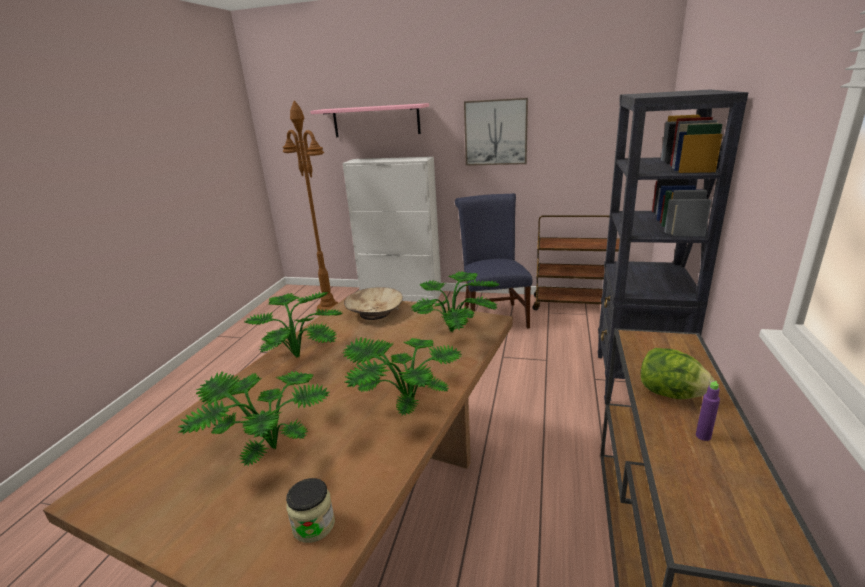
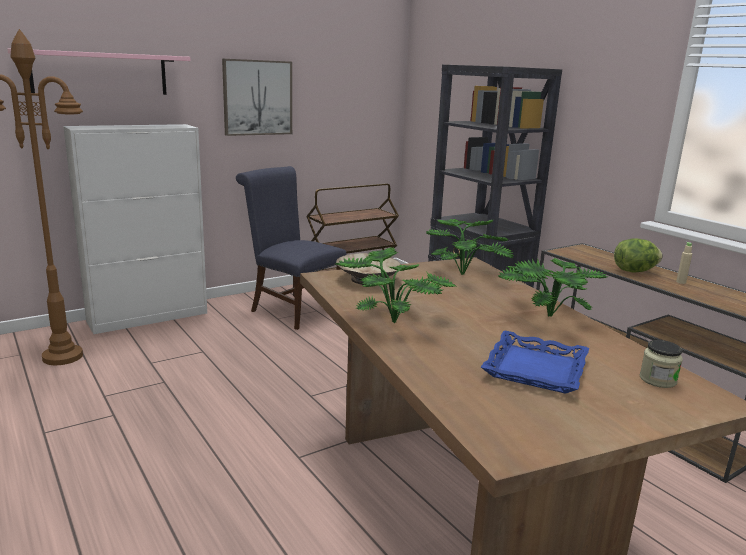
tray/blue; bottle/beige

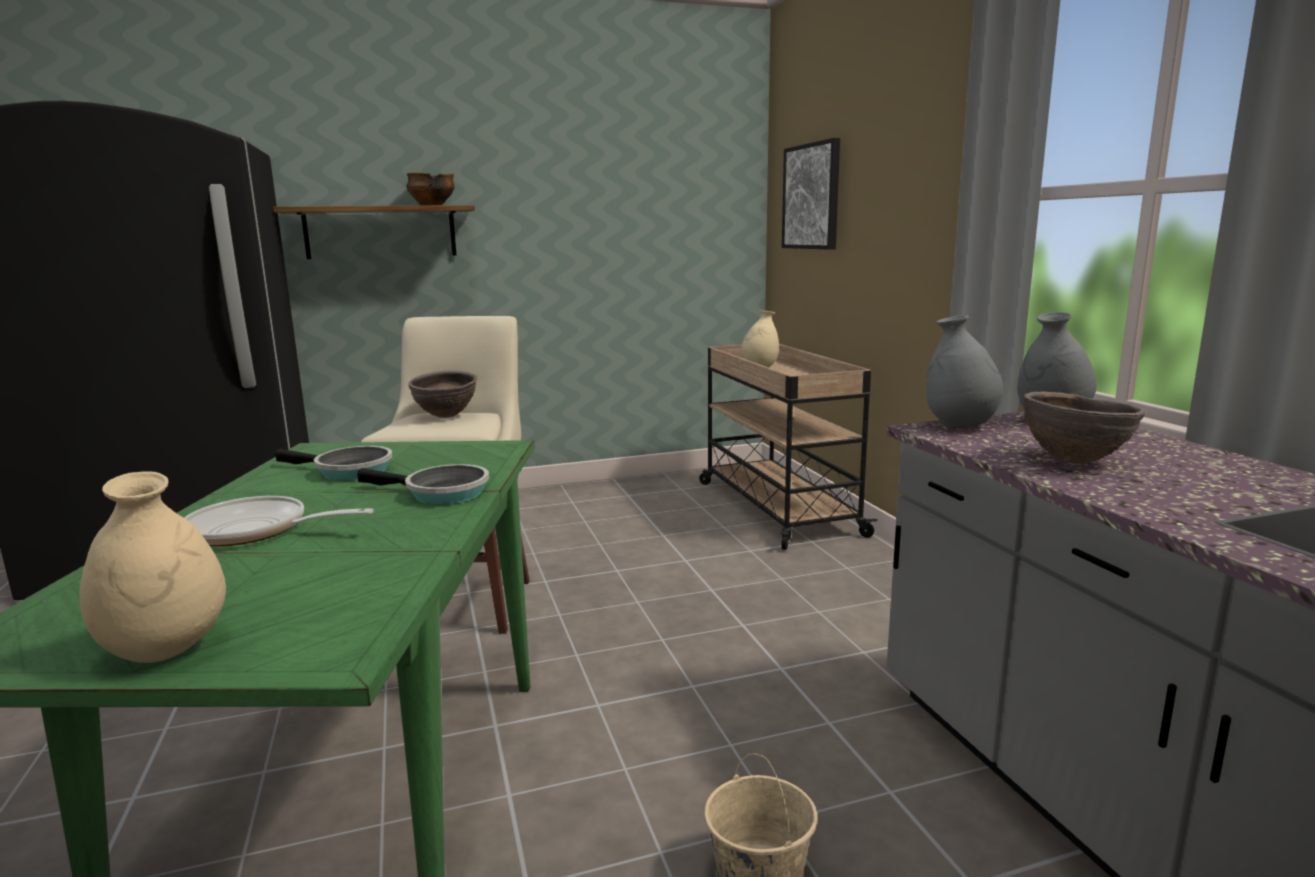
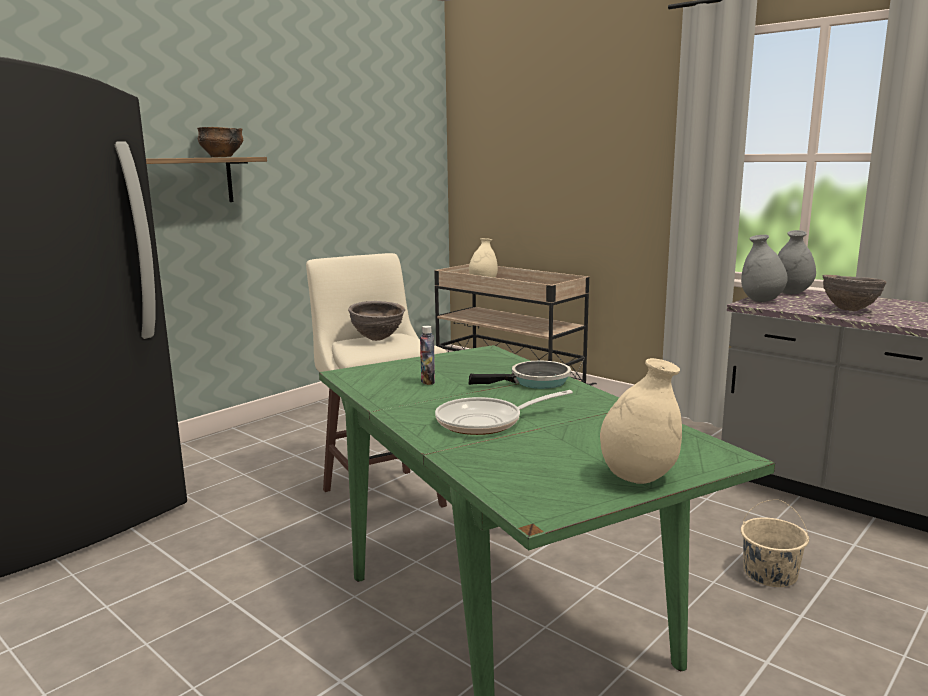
bottle; picture

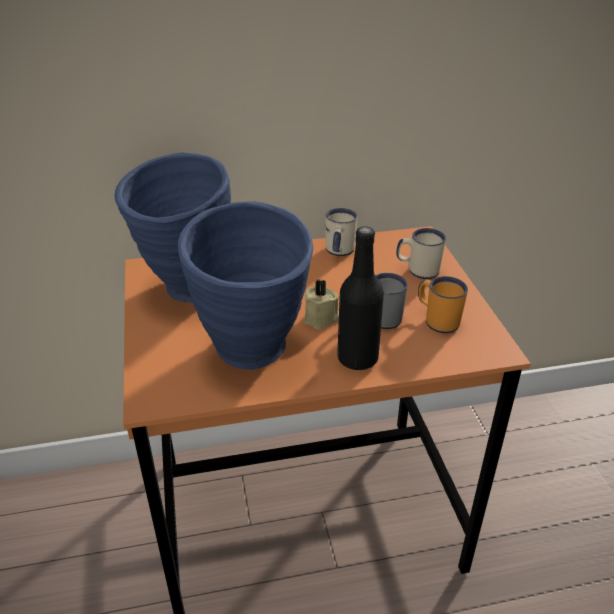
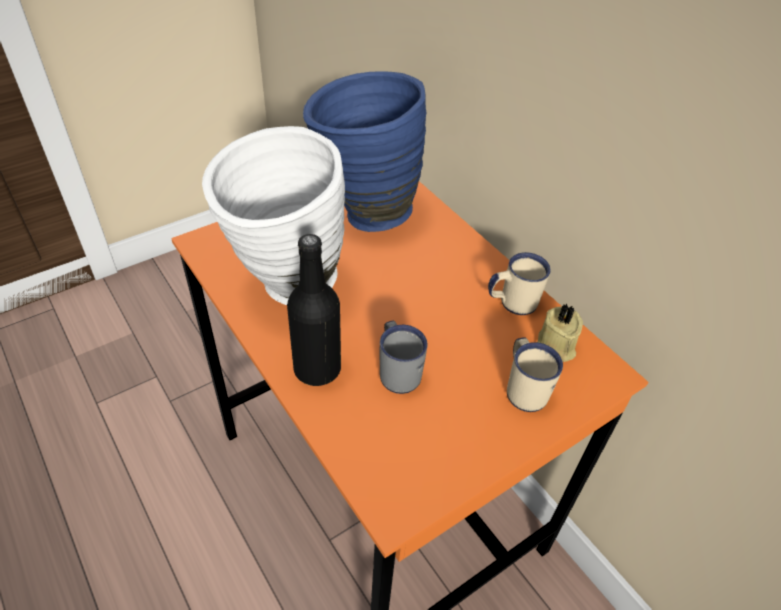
vase/white; candle/beige; mug/orange

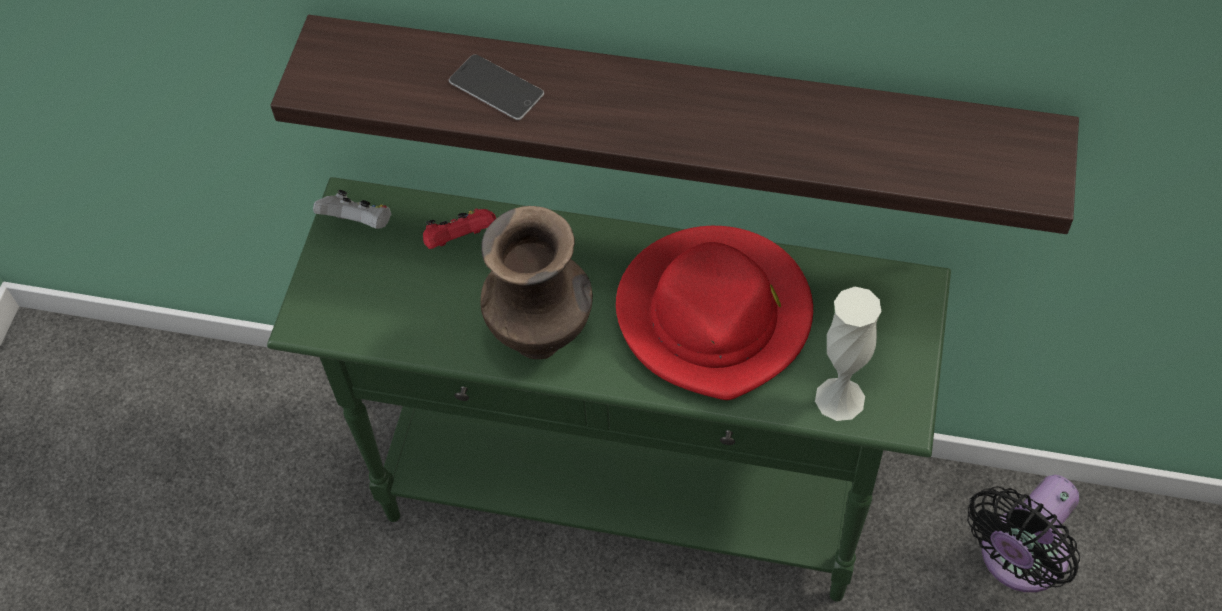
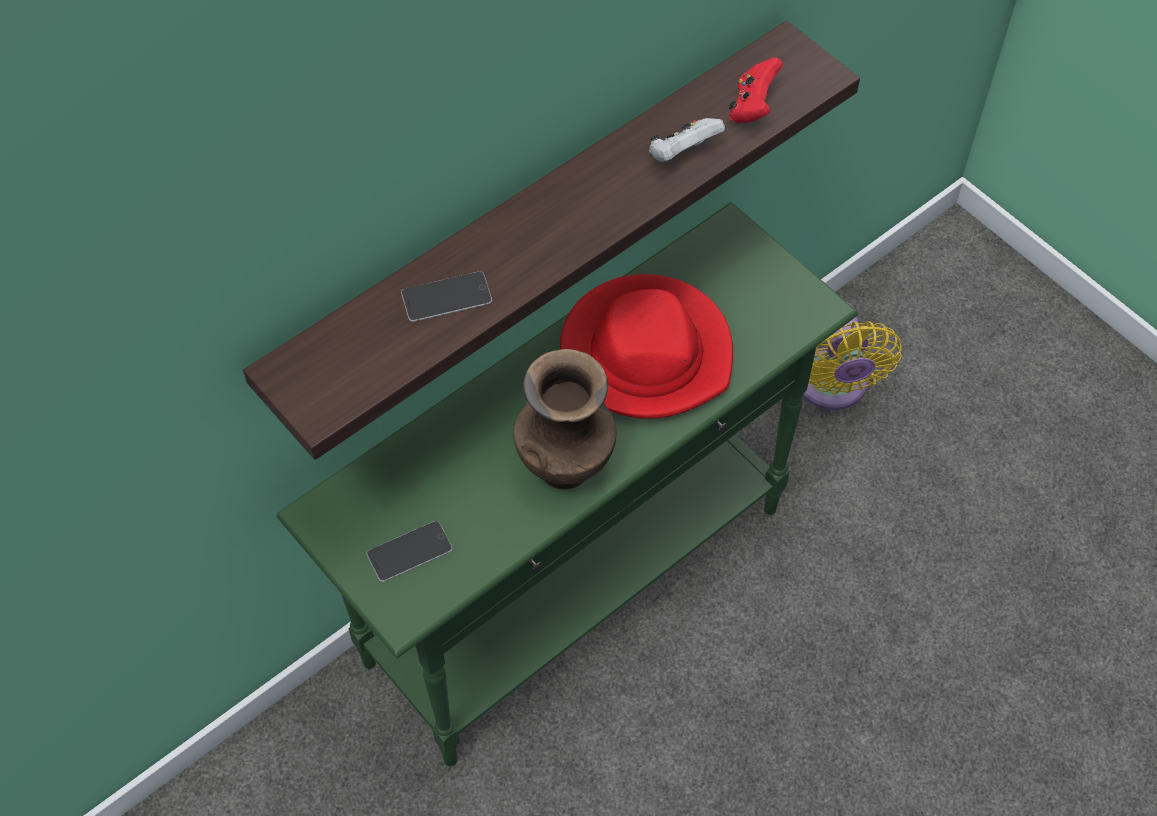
phone (1st from left); game controller/white; game controller/red; fan/yellow; vase/white

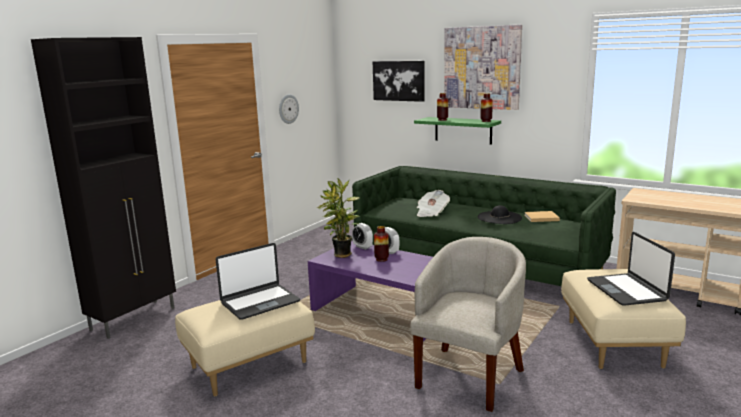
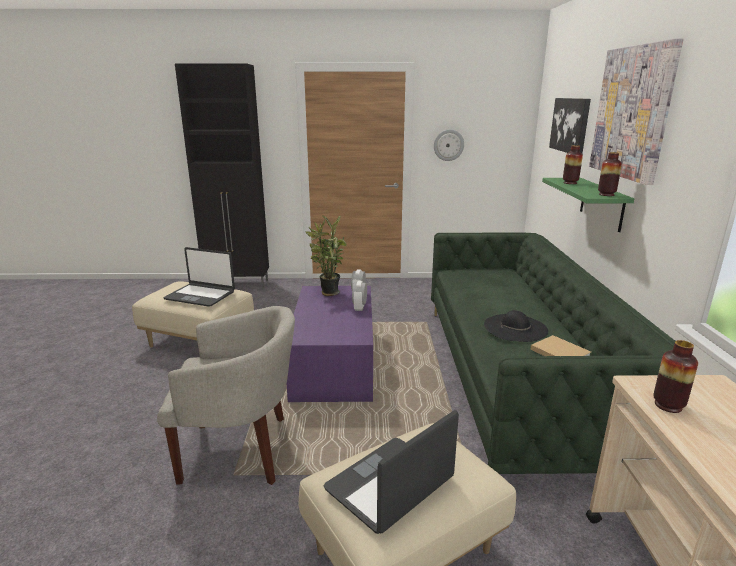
vase (3rd from left); newspaper

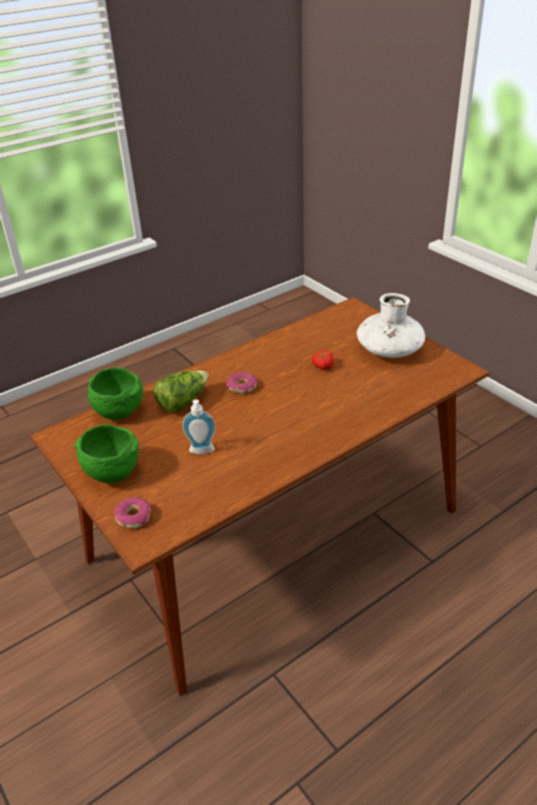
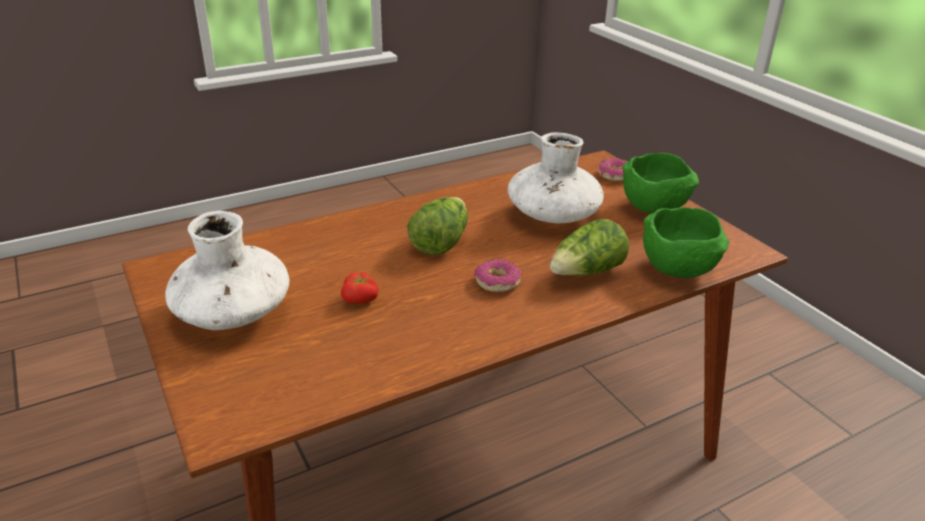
lettuce (1st from left); vase/white (2nd from left)

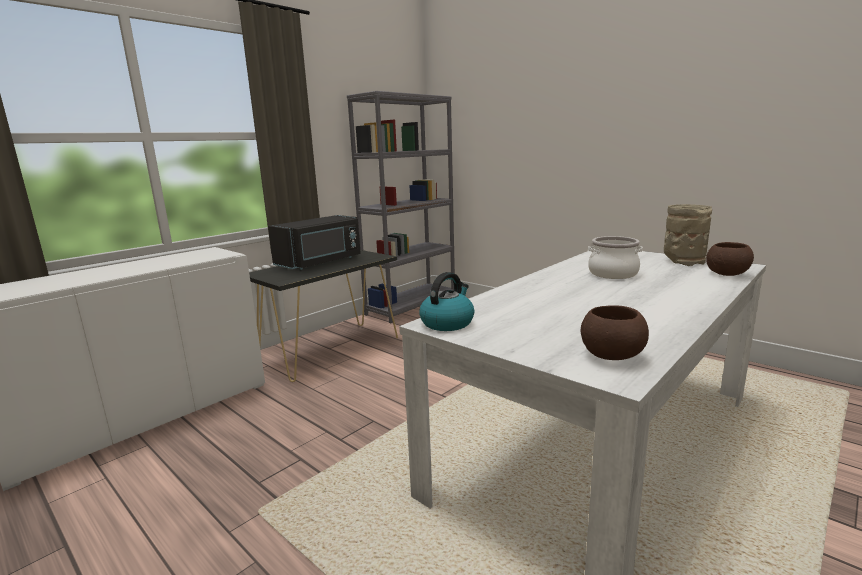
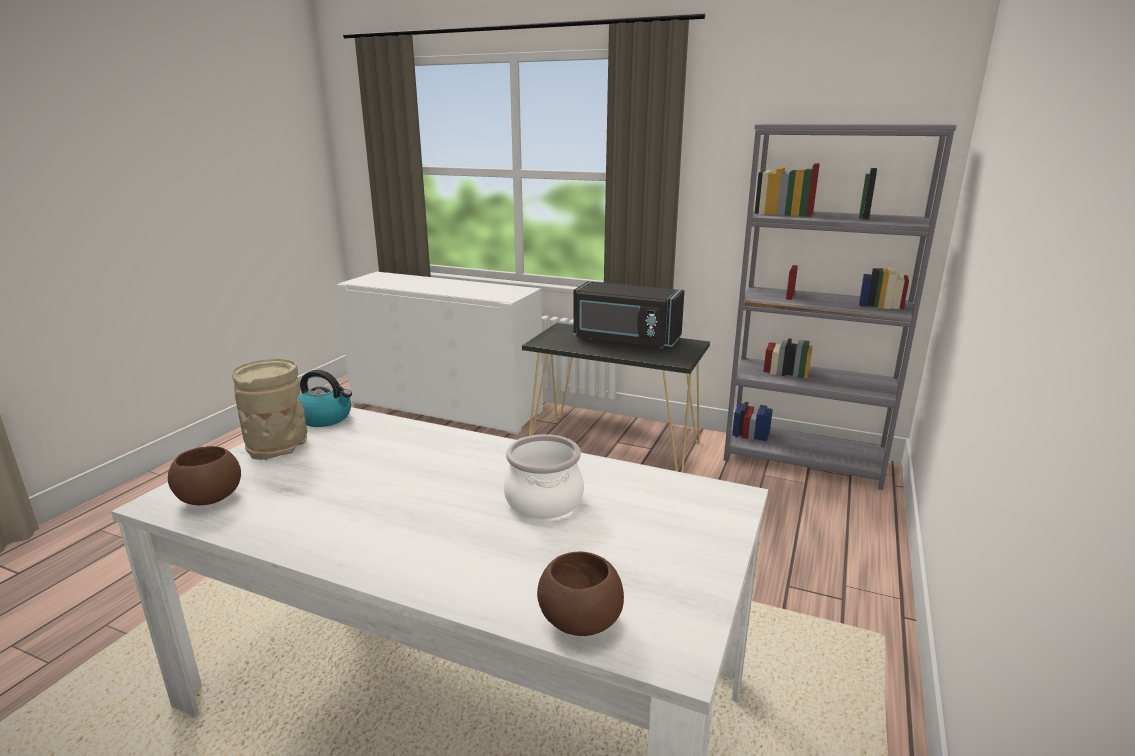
vase/beige

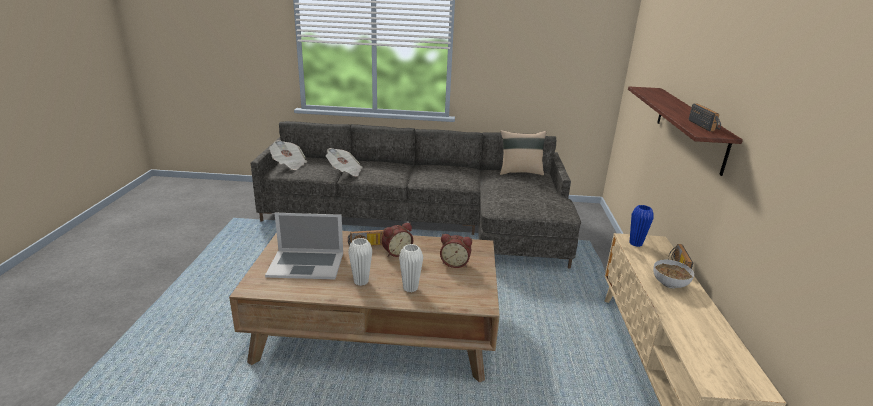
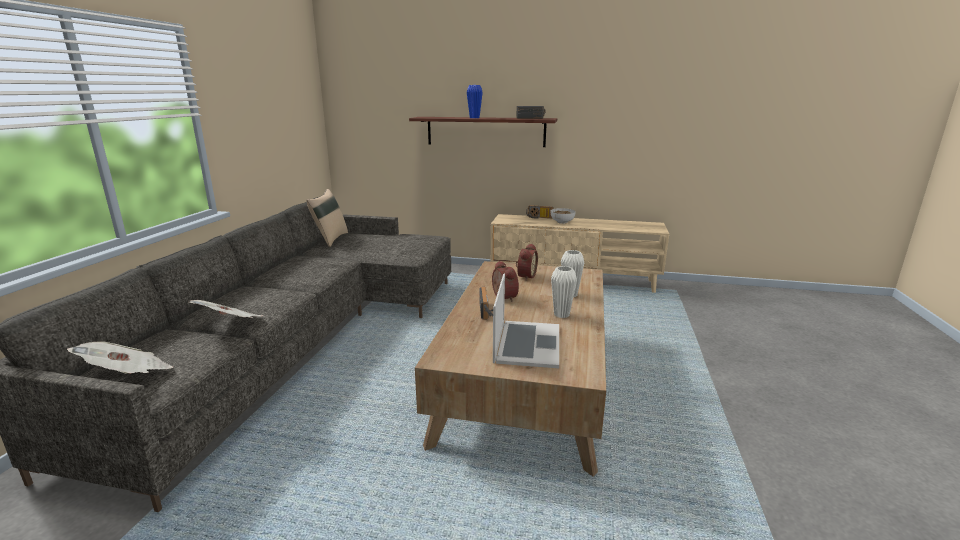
vase/blue

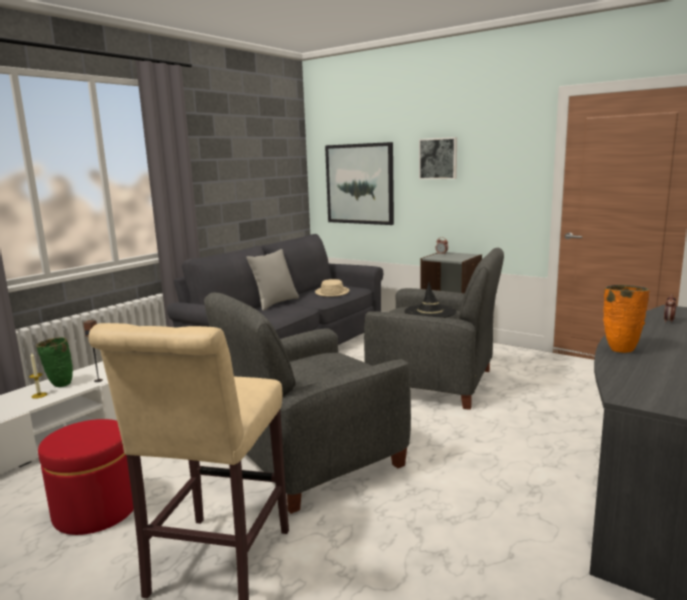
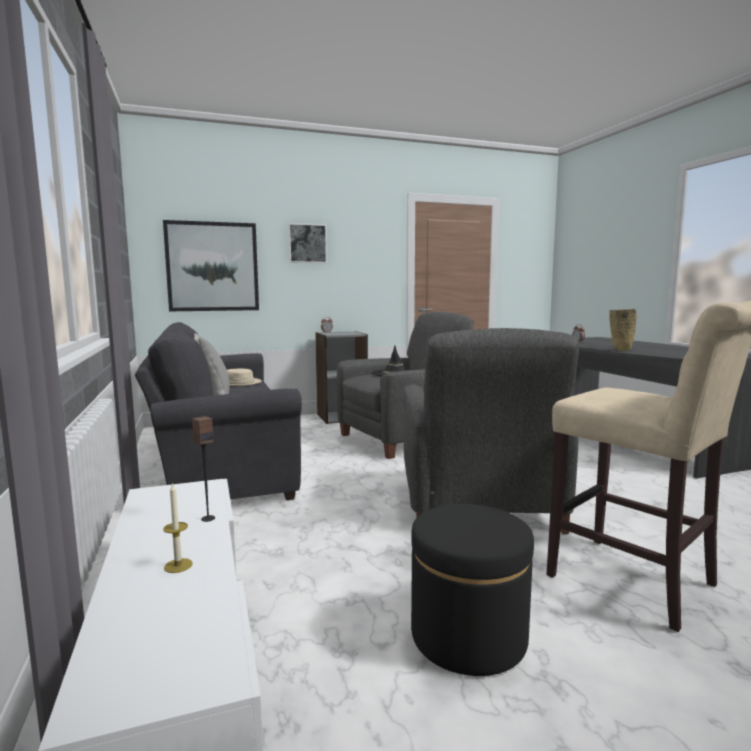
ottoman/black; vase/beige; vase/green

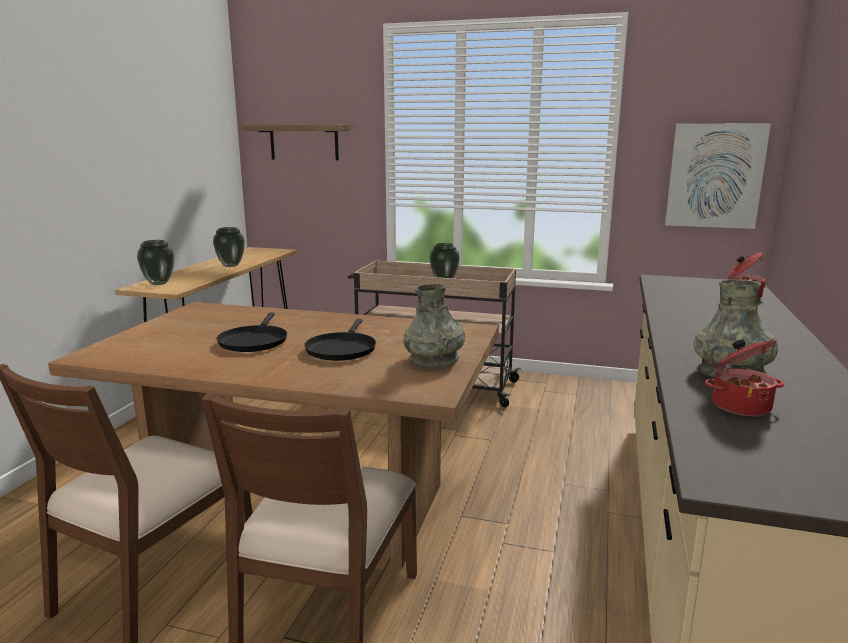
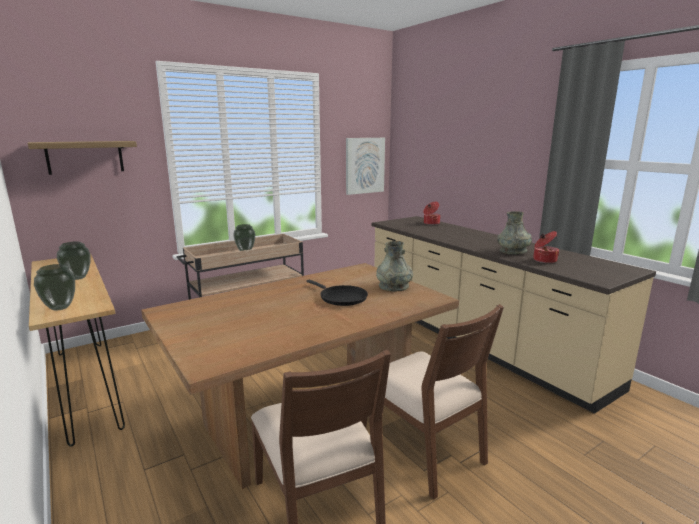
frying pan/black (1st from left in the first image)

